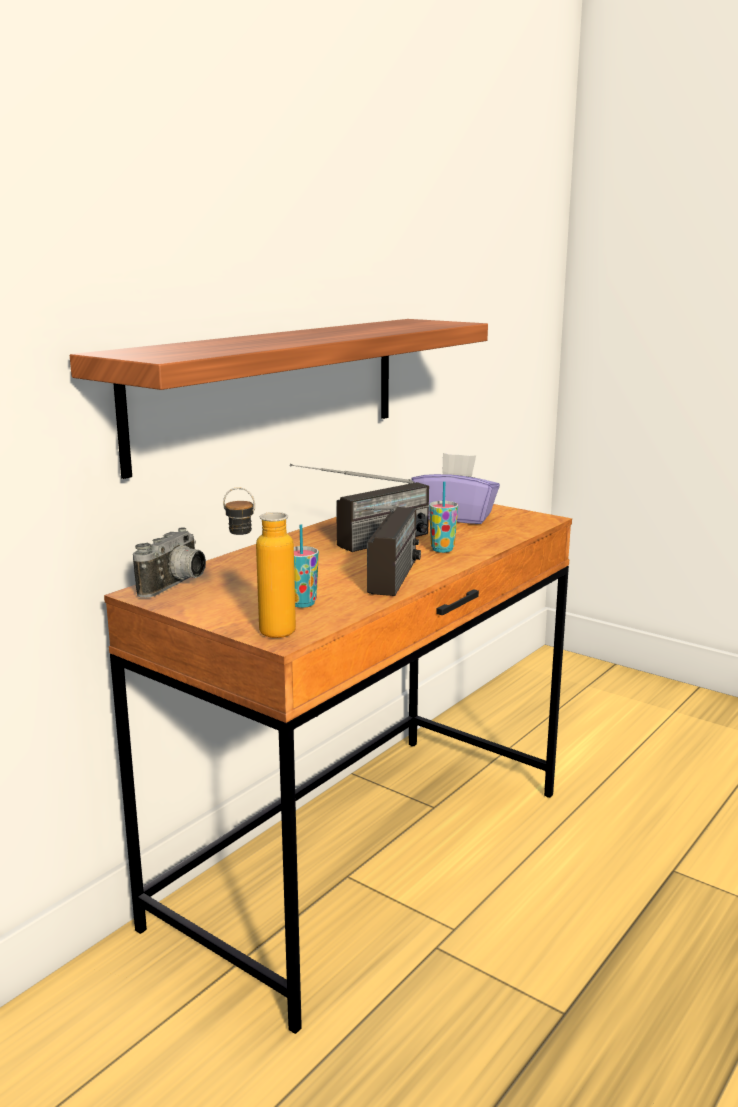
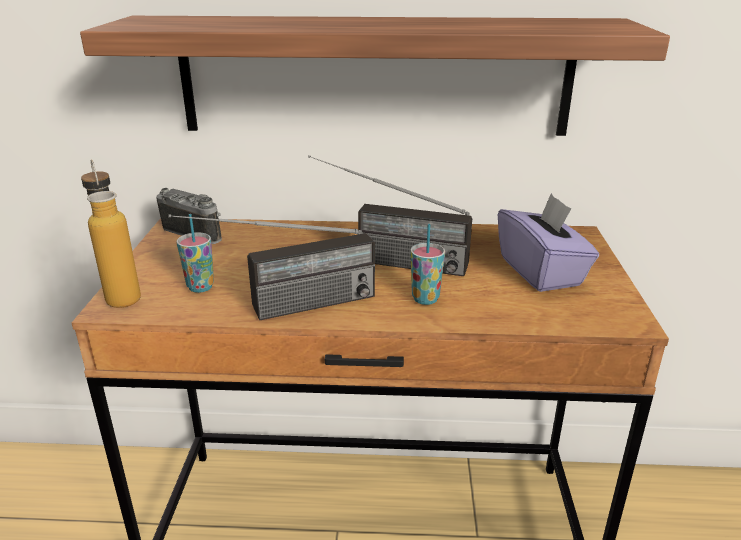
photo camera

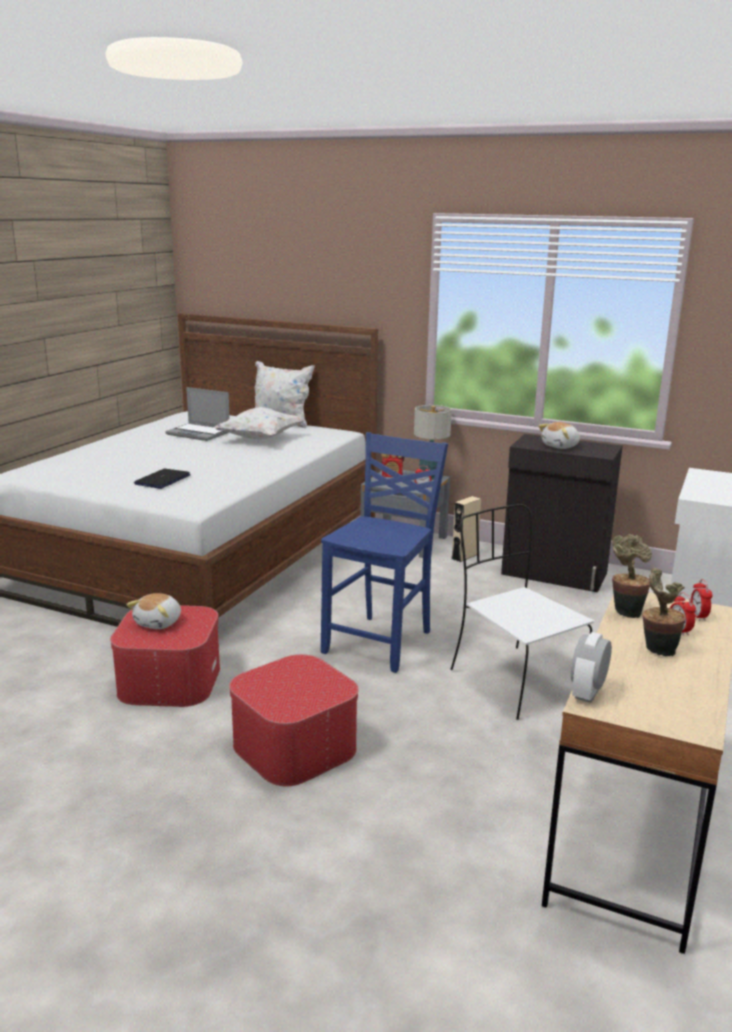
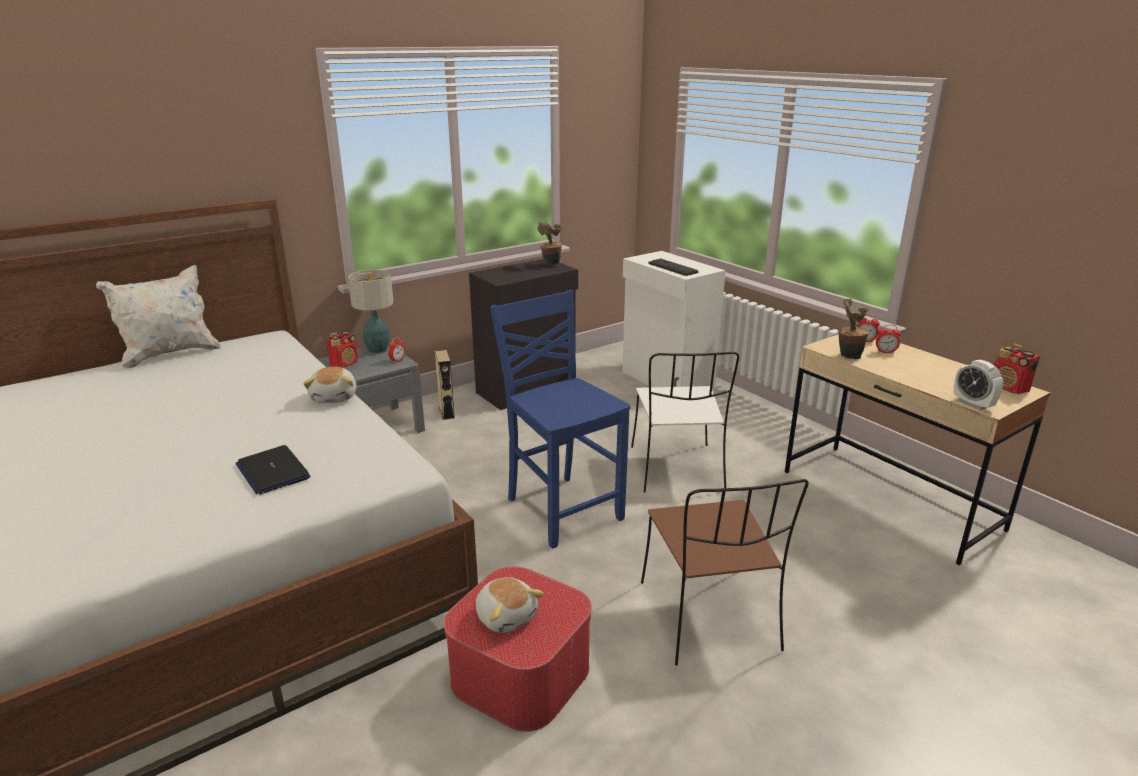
plush toy (1st from left); potted plant (1st from left); chair/white; chair/brown; keyboard; radio (2nd from left); laptop (2nd from left in the first image); pillow/white (1st from left in the first image)

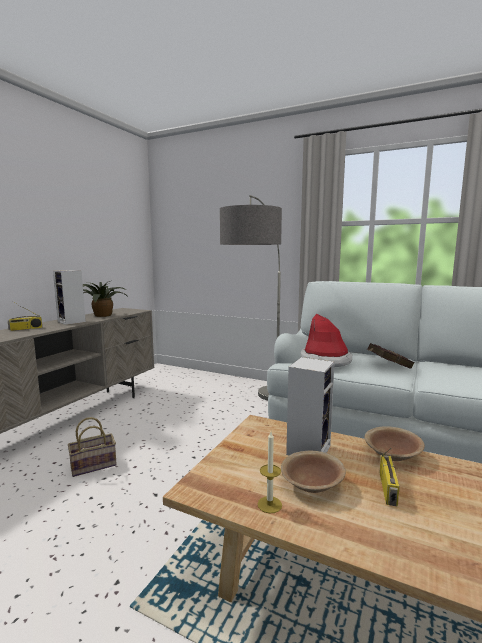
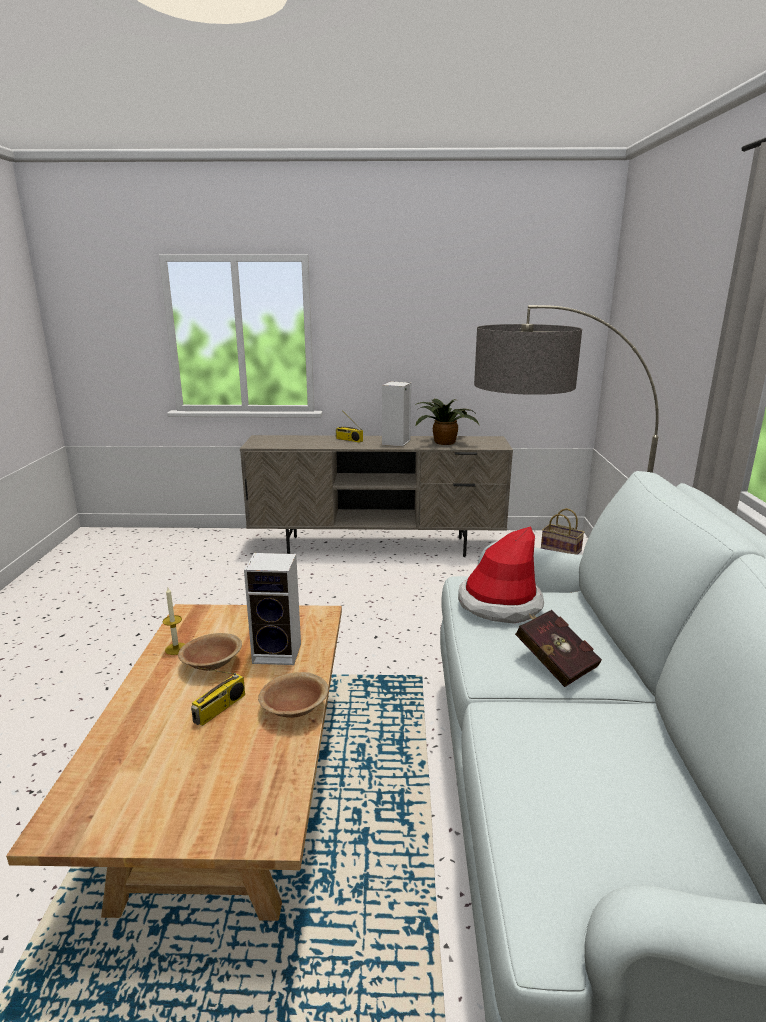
radio (1st from left); basket

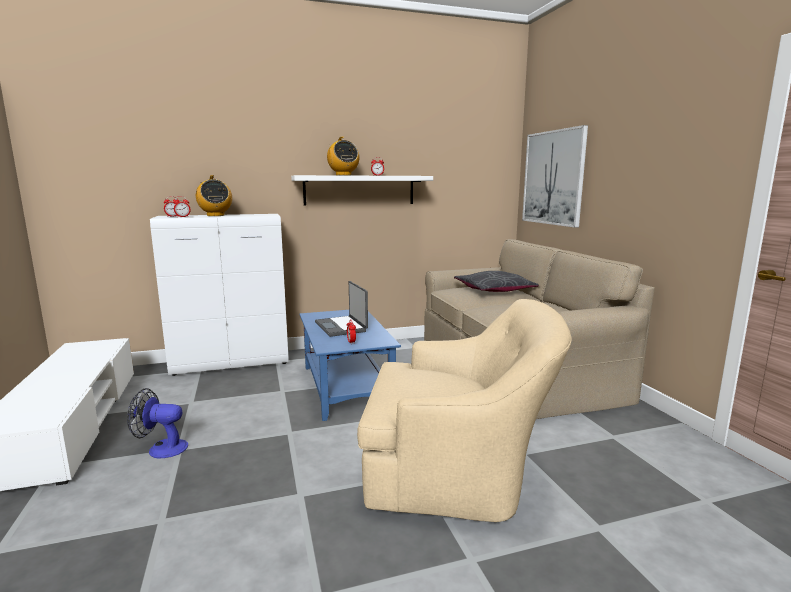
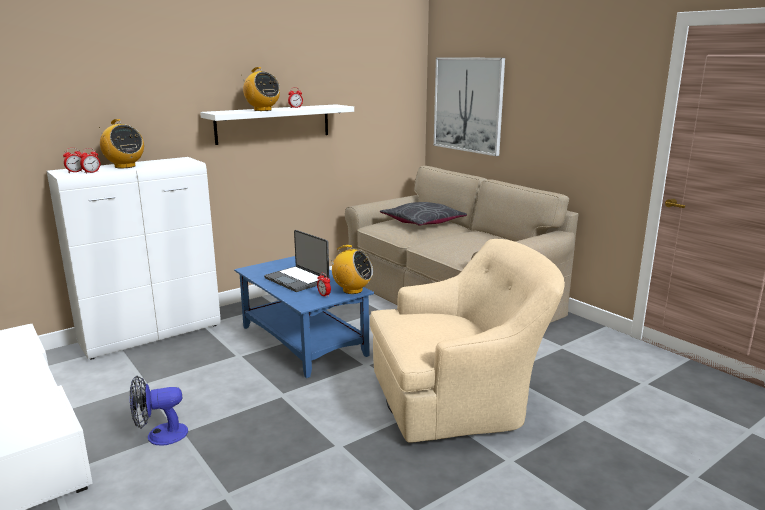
radio (3rd from left)

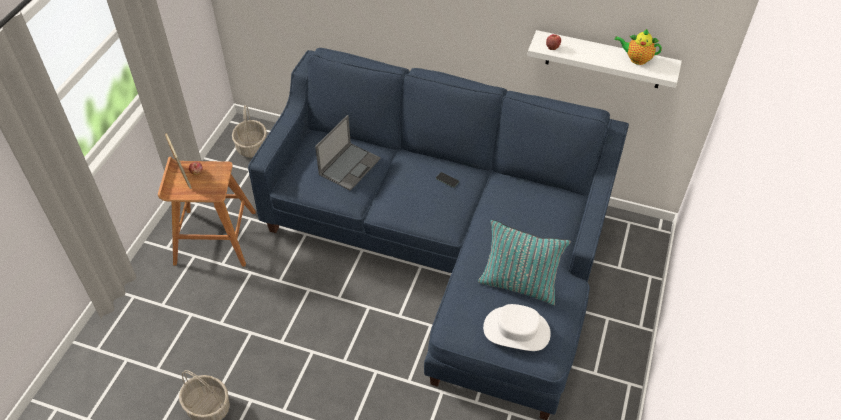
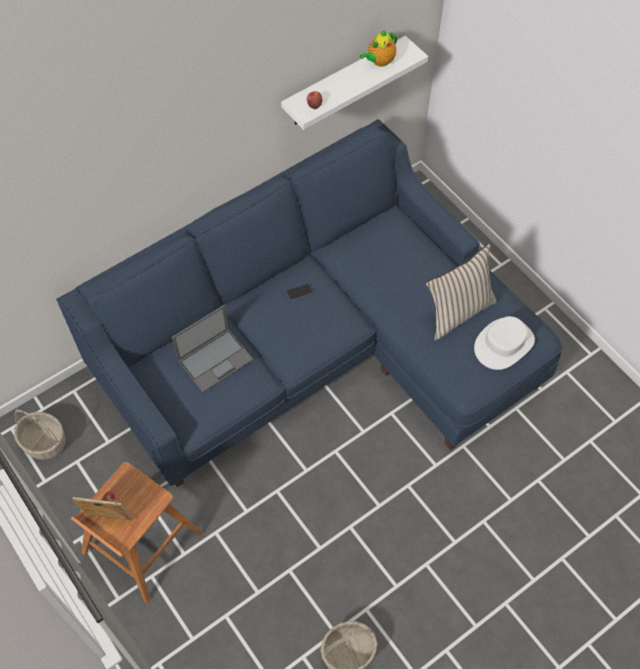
laptop; pillow/beige

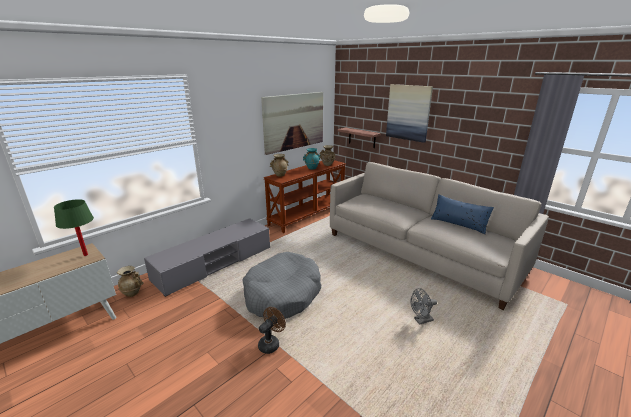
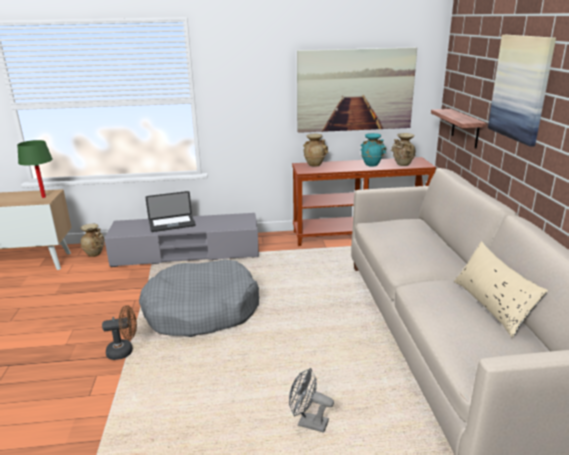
laptop; pillow/beige

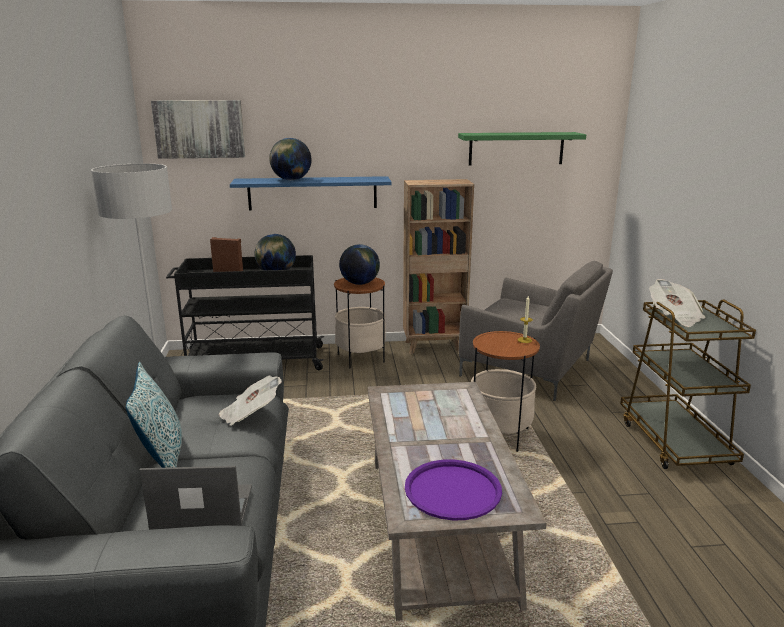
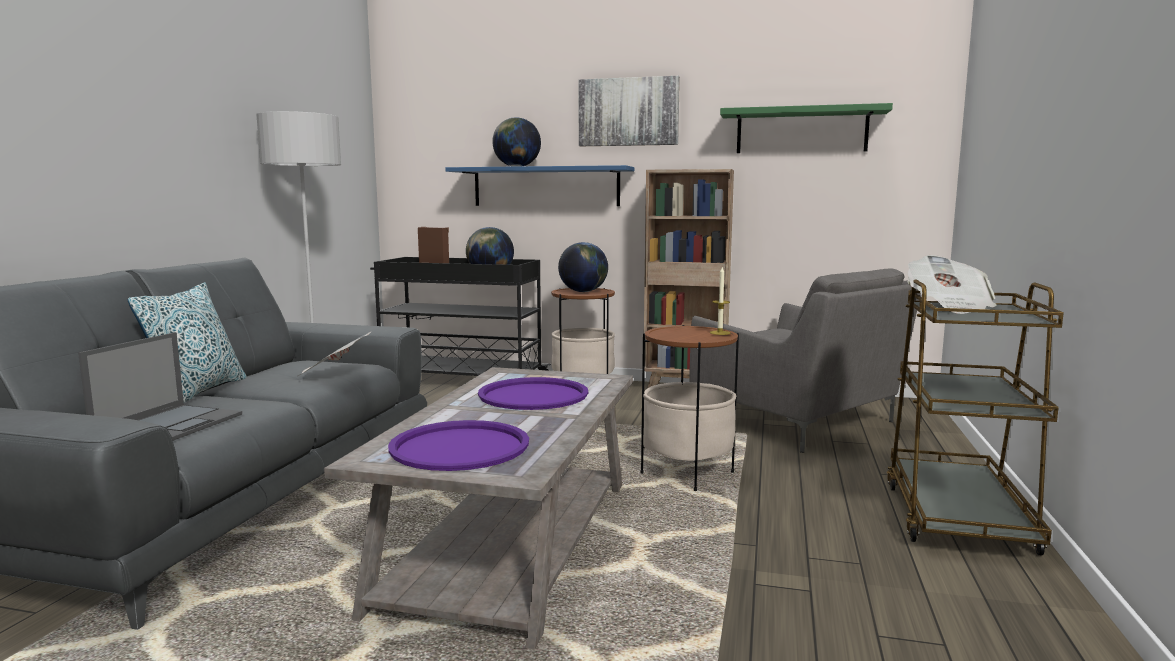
laptop; tray/purple (2nd from left); picture

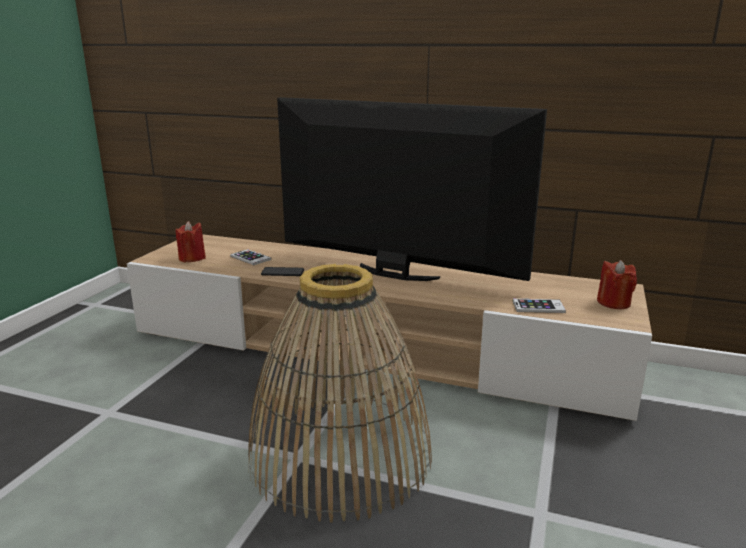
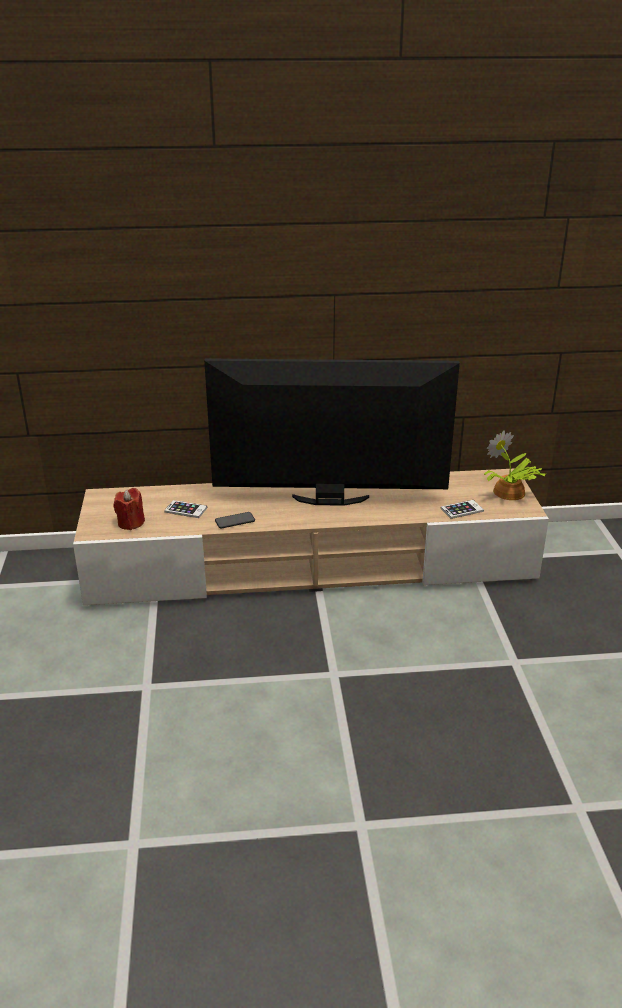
potted plant; basket

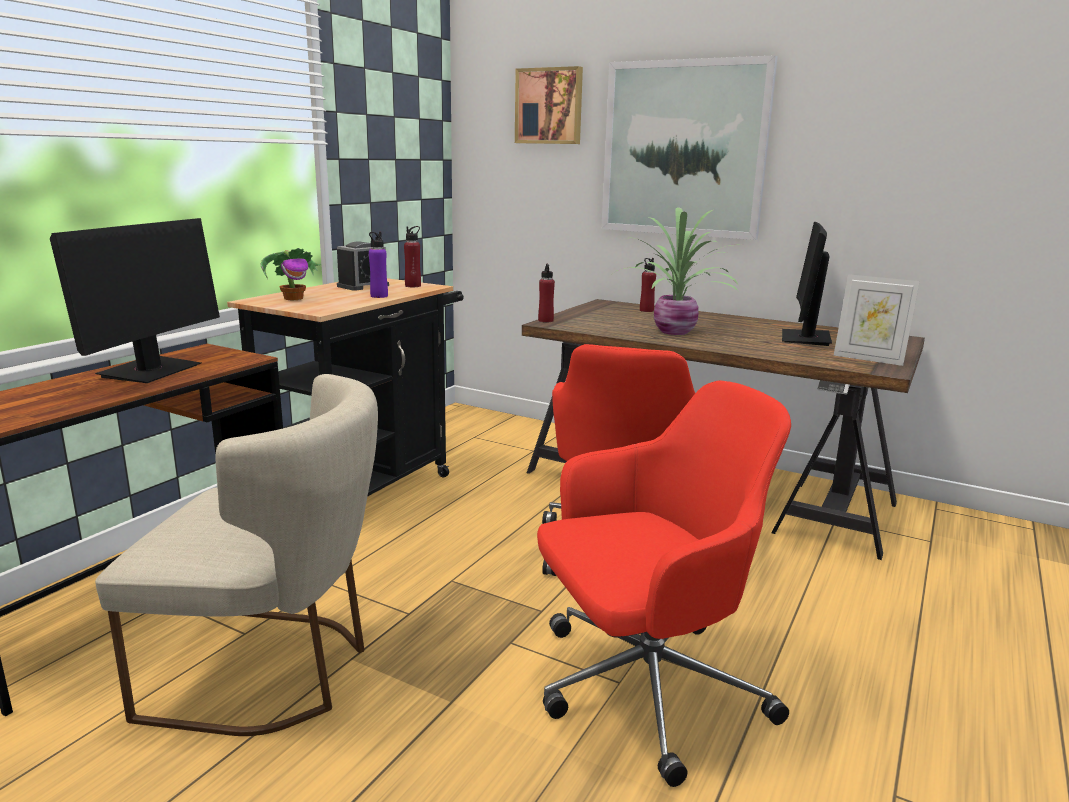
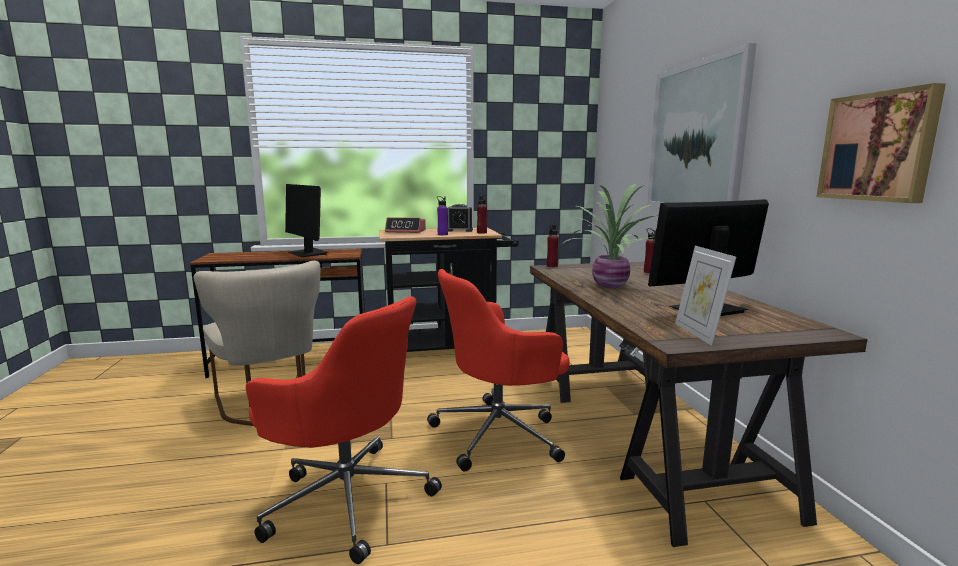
monitor (1st from left); alarm clock (1st from left); picture (2nd from left)

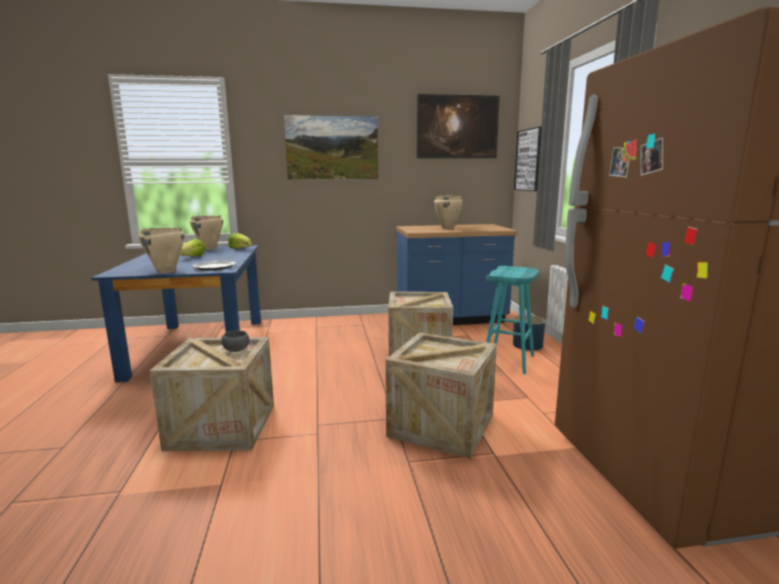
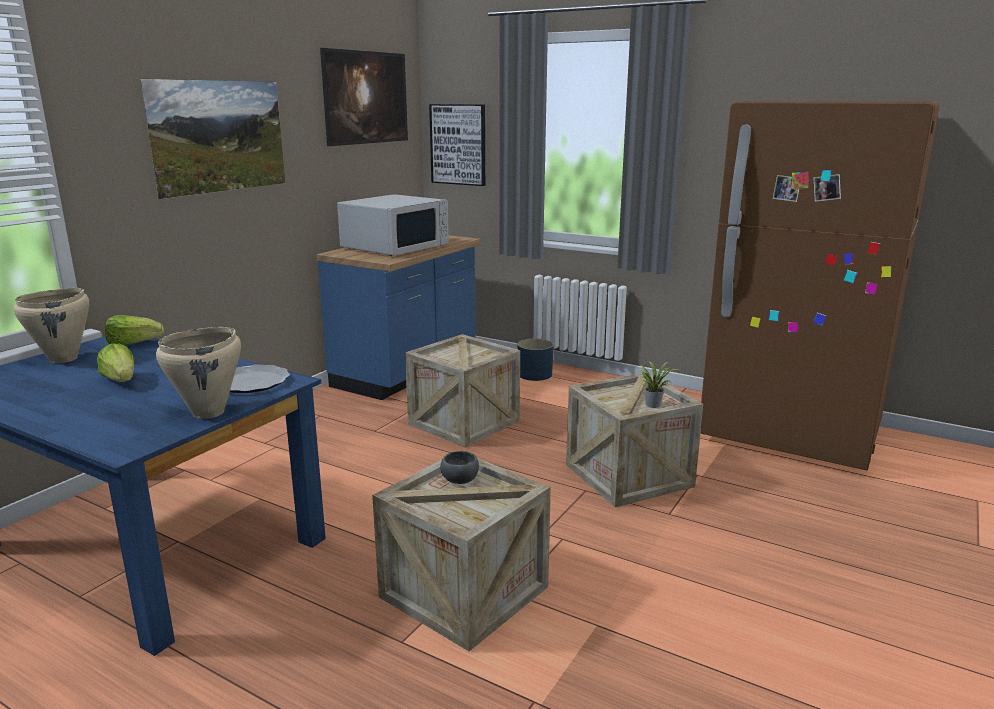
microwave/white; potted plant; stool/turquoise

